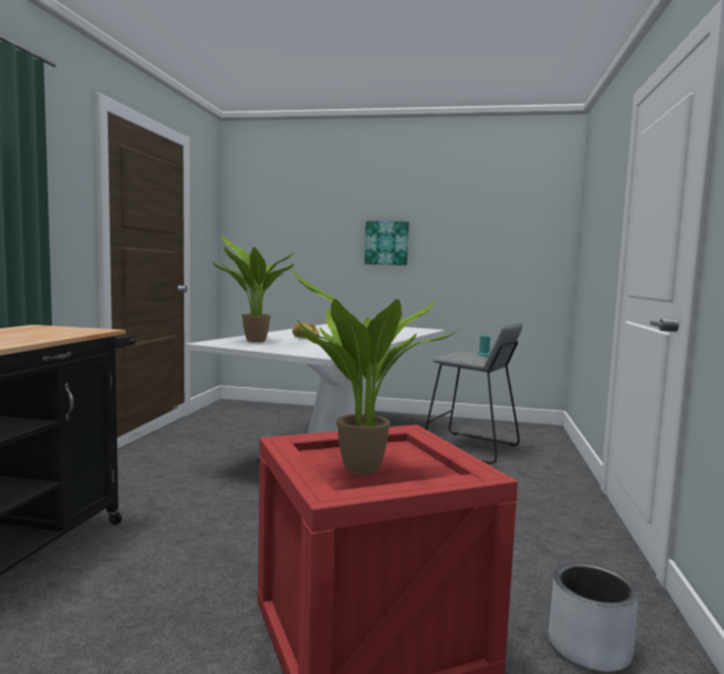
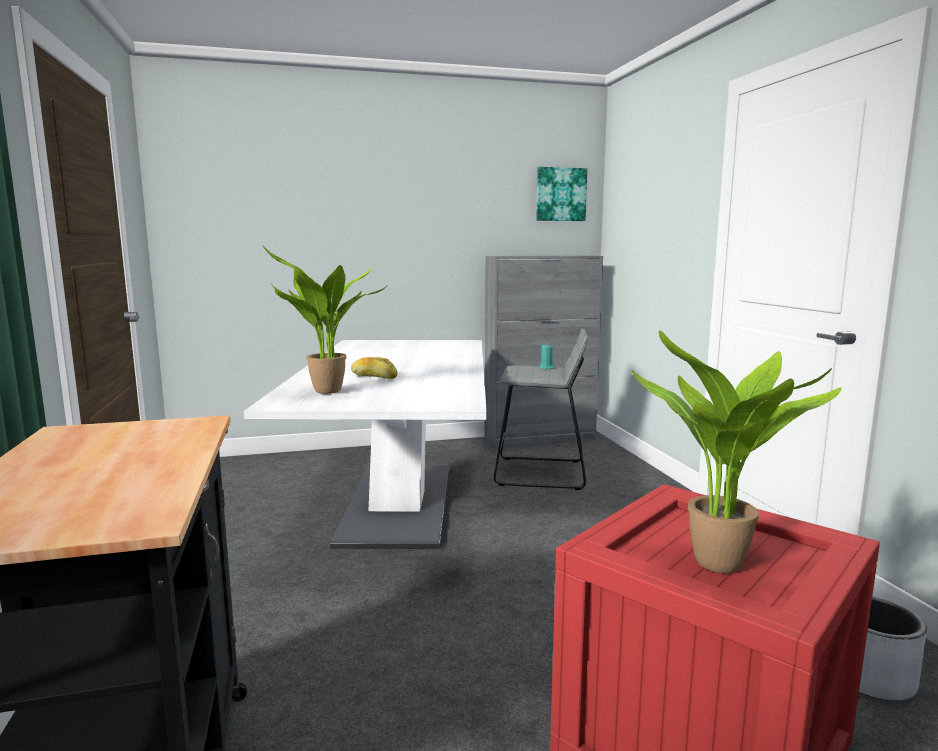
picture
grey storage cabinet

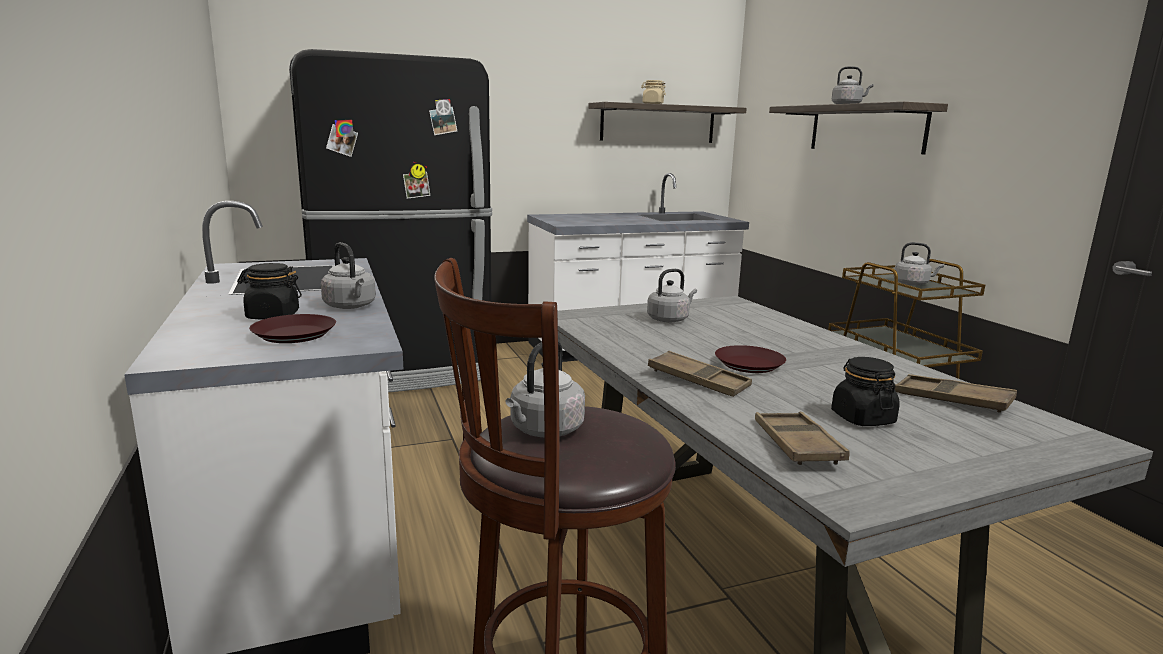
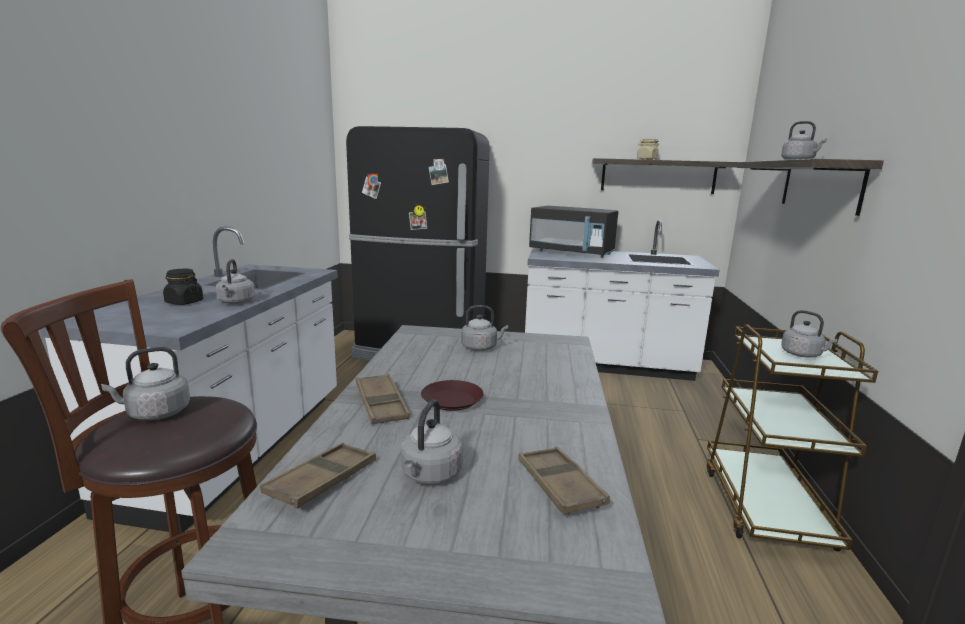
brown-coloured flat dish (1st from left in the first image)
grey tea kettle (3rd from left)
black-coloured microwave oven

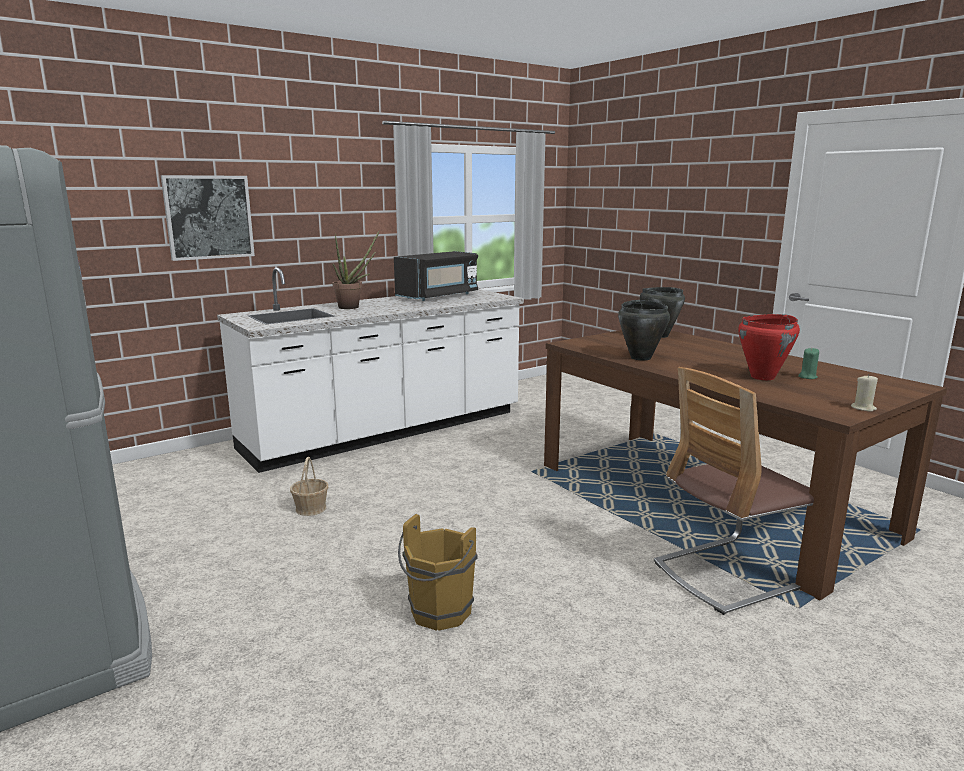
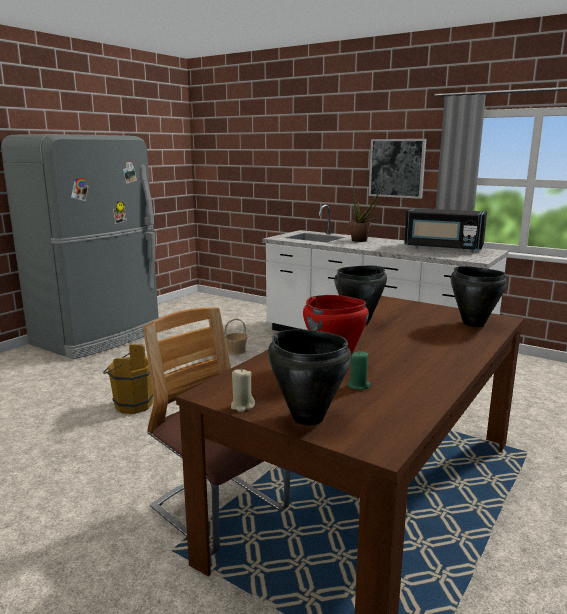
picture
black-coloured cooking pot (1st from left)

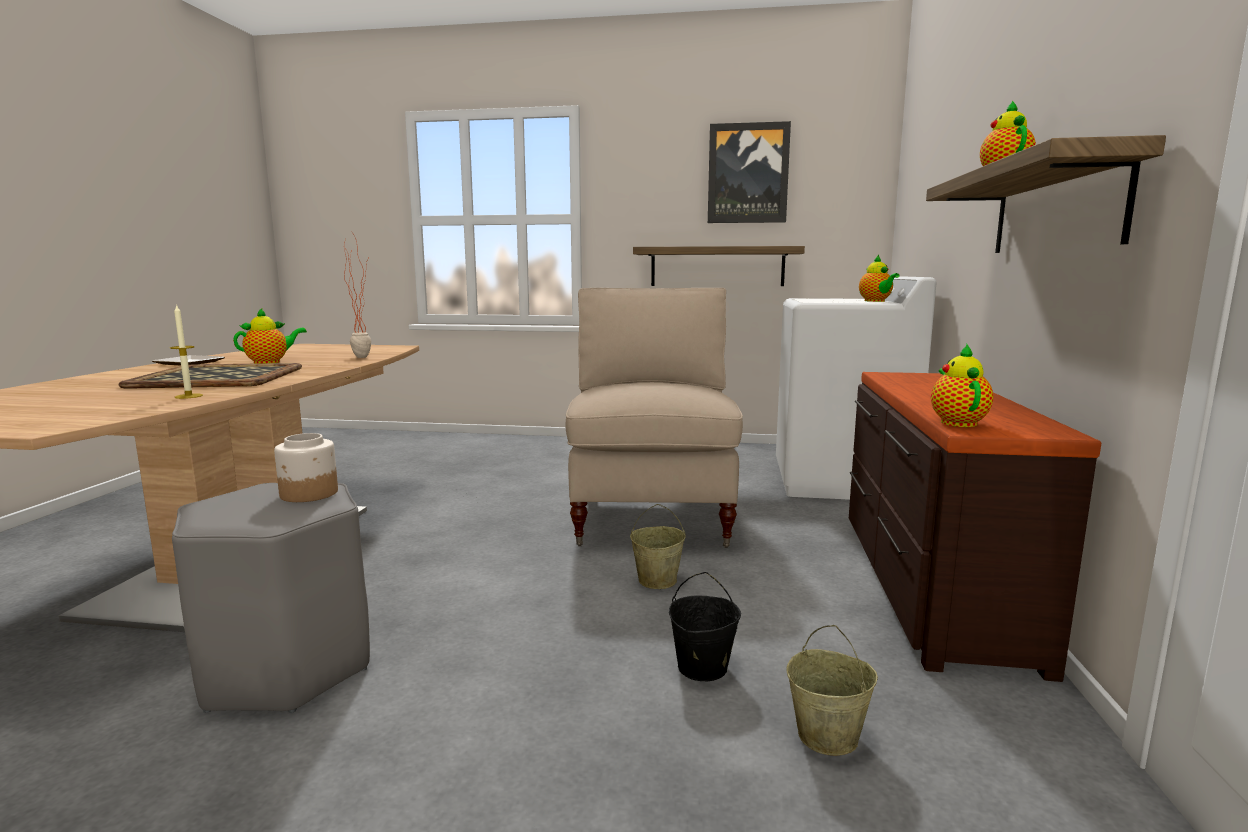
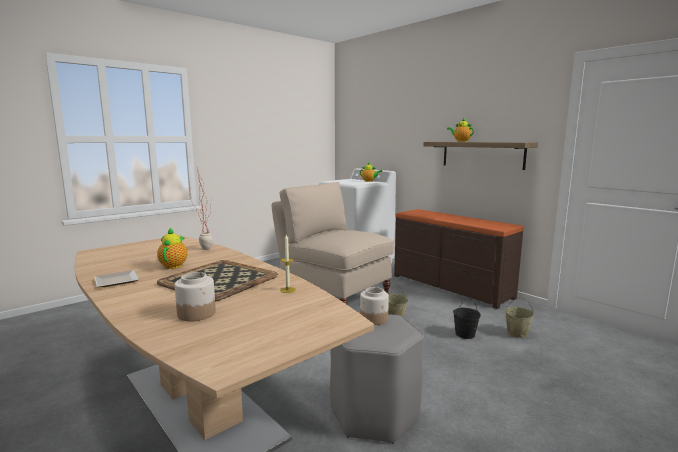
picture
shelf (1st from left in the first image)
tea pot (3rd from left in the first image)
preserve jar (1st from left)

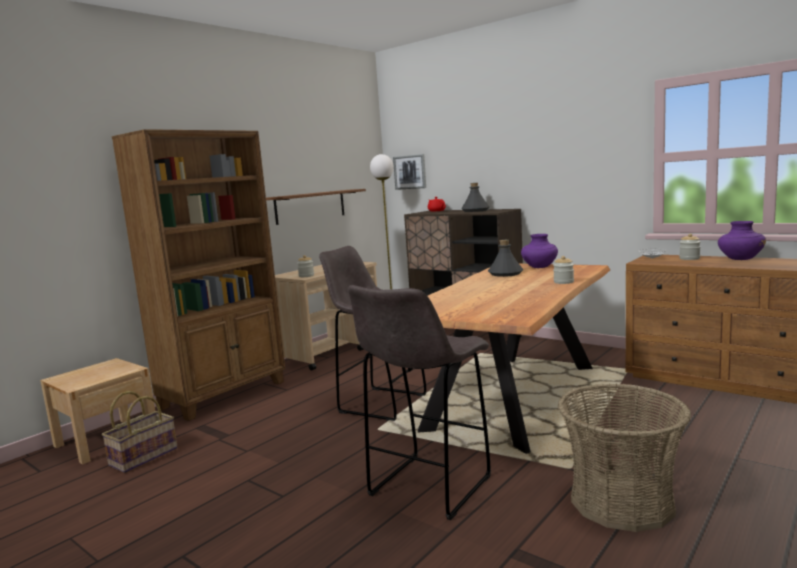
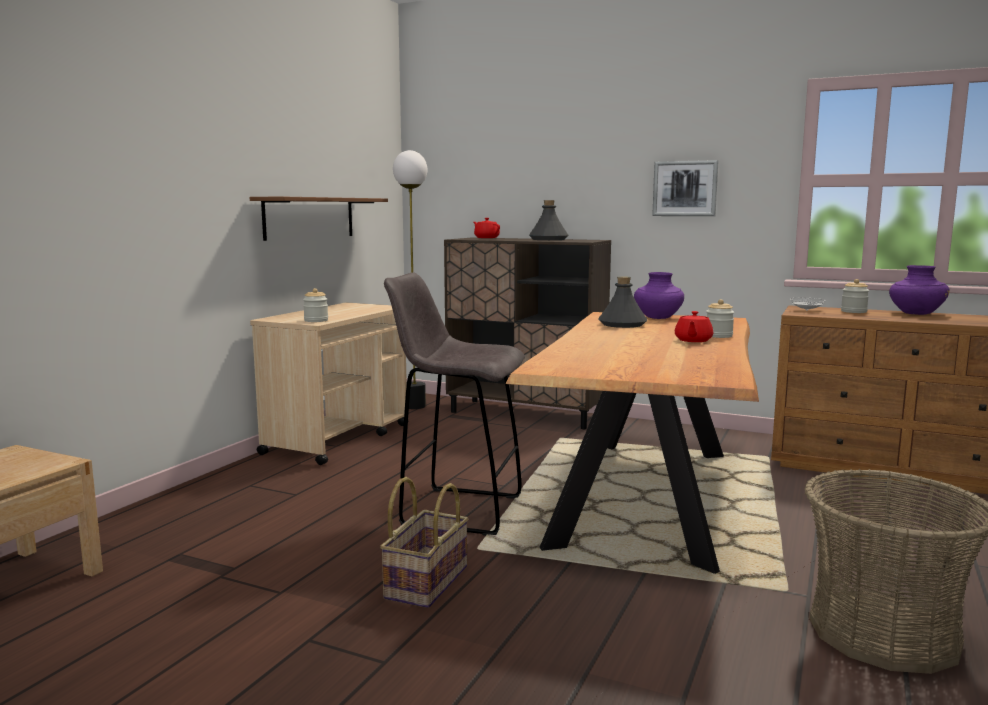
brown-coloured bookcase
picture
grey sitting stool (2nd from left in the first image)
household basket (1st from left)
reddish tea pot (2nd from left)

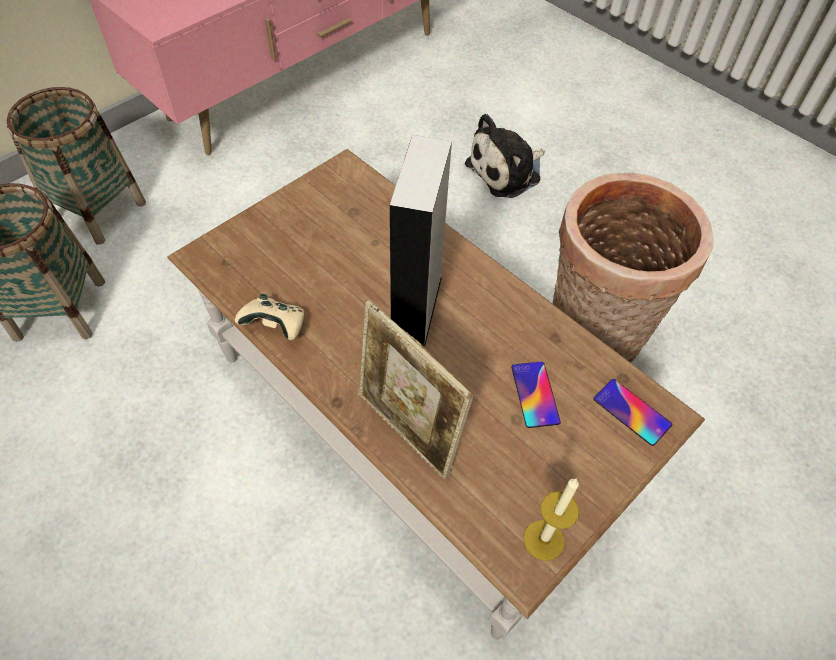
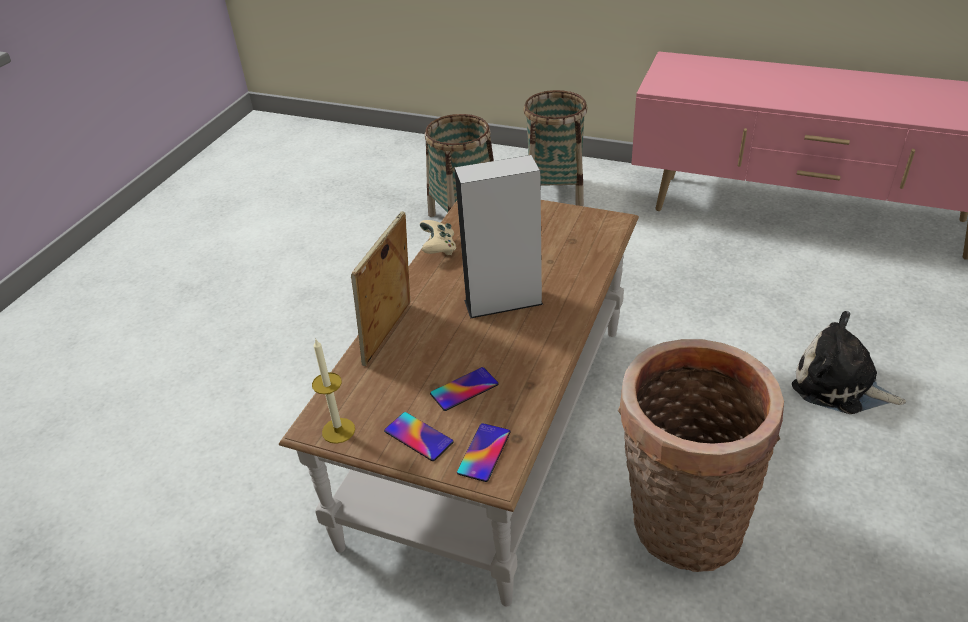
phone (1st from left)

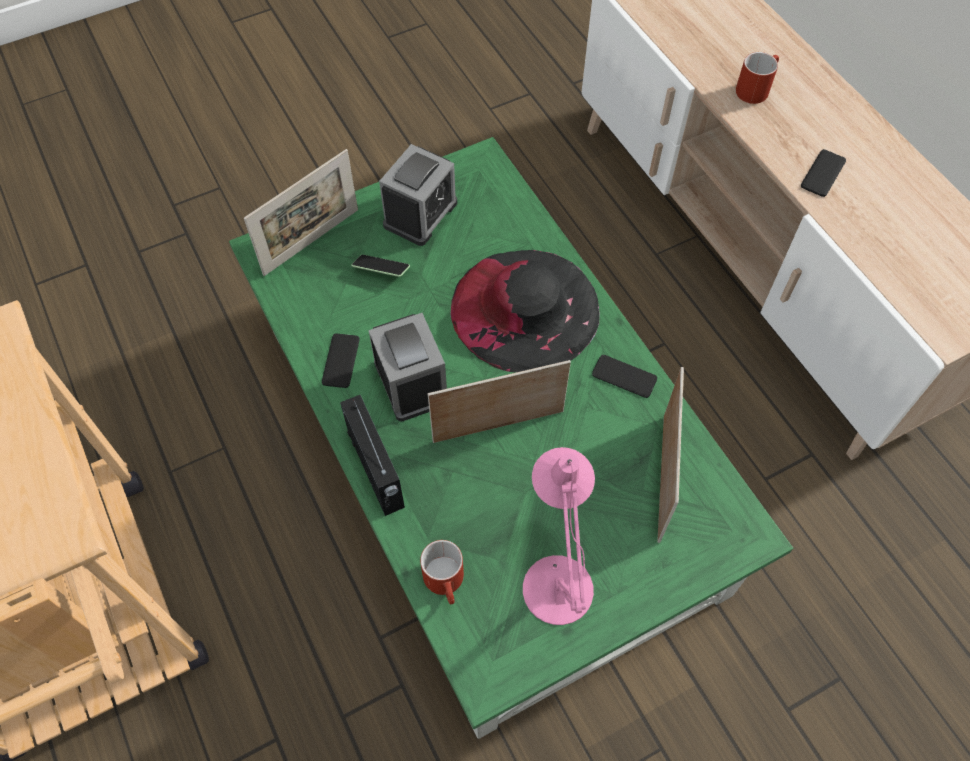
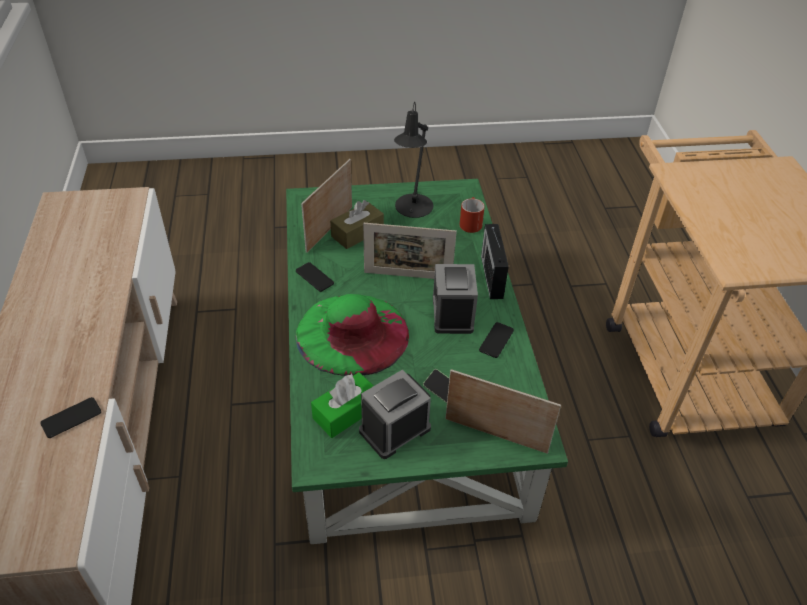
reddish tea mug (2nd from left in the first image)
picture frame (3rd from left)
phone (1st from left)
green-coloured wearable hat
black-coloured table lamp
brown-coloured tissue box
green-coloured tissue box

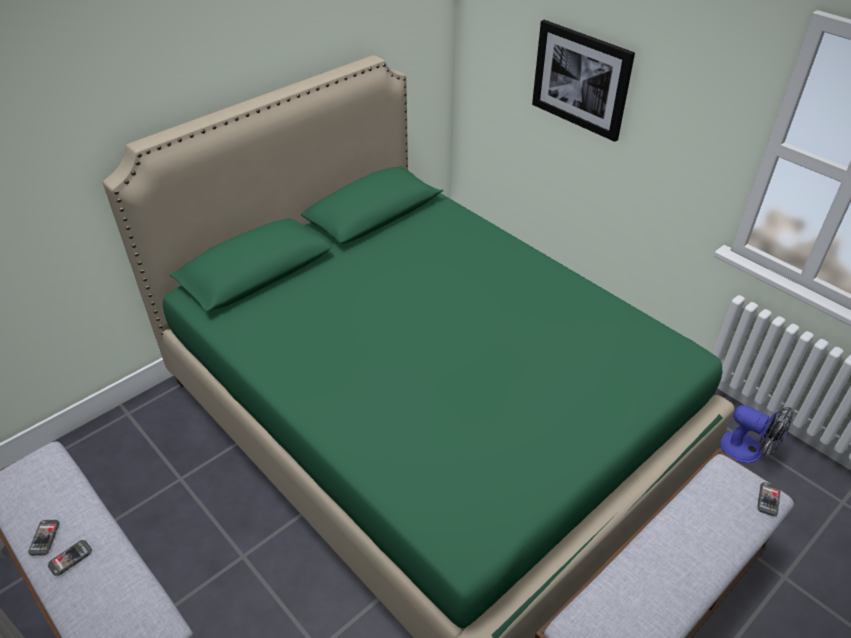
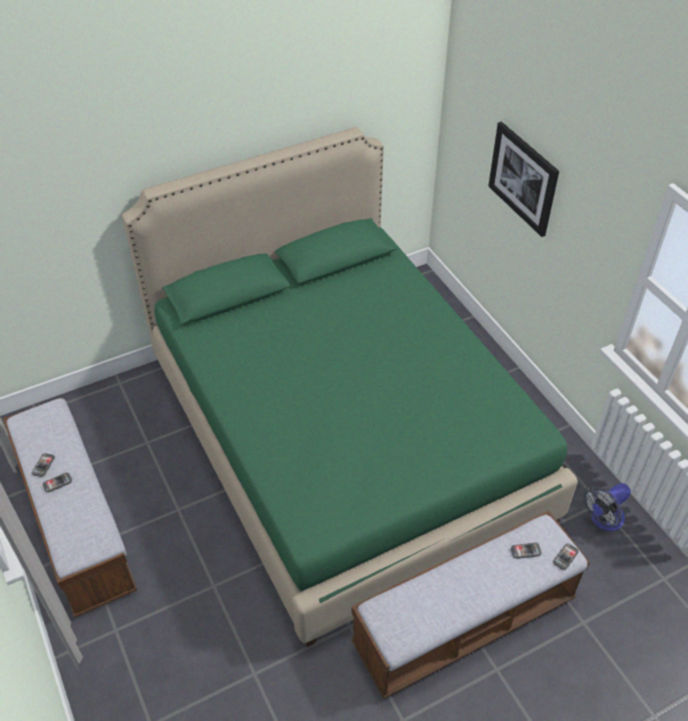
fan
phone (3rd from left)

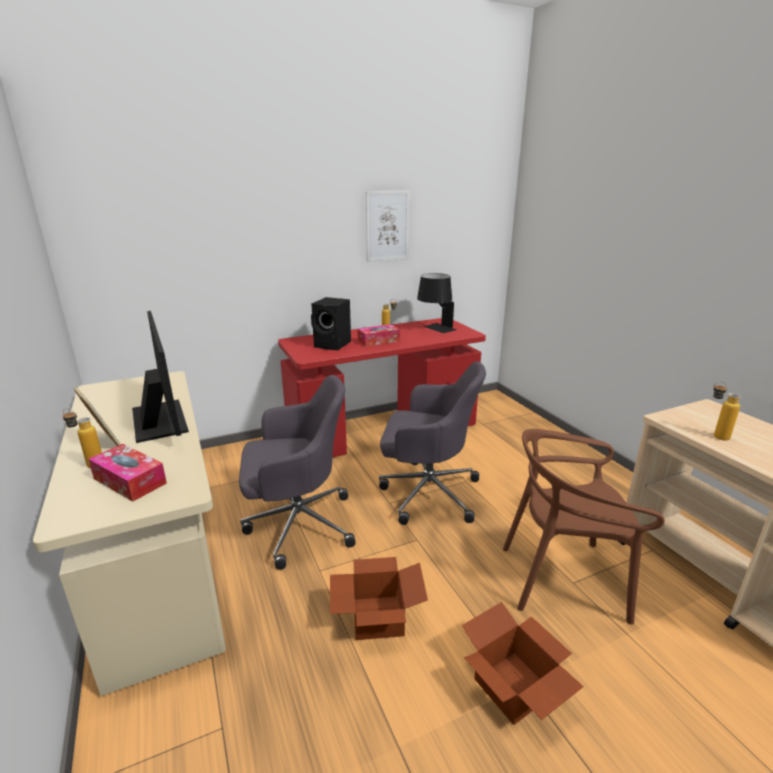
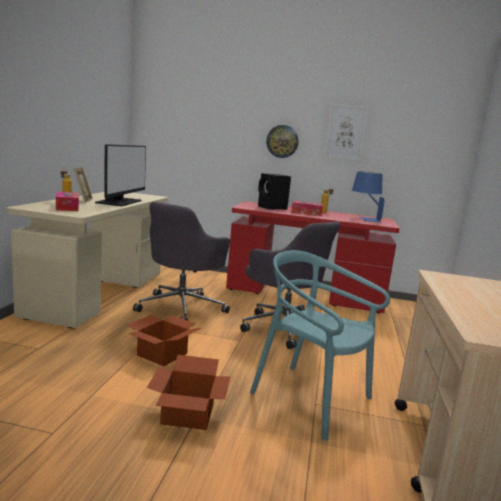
blue table lamp
grey computer chair (1st from left)
drink bottle (3rd from left in the first image)
blue-green plain chair
clock on the wall

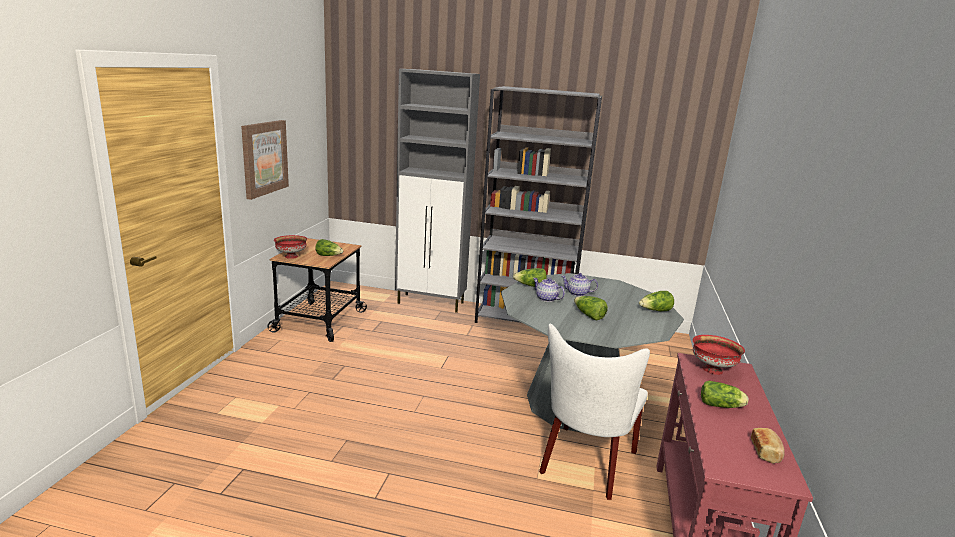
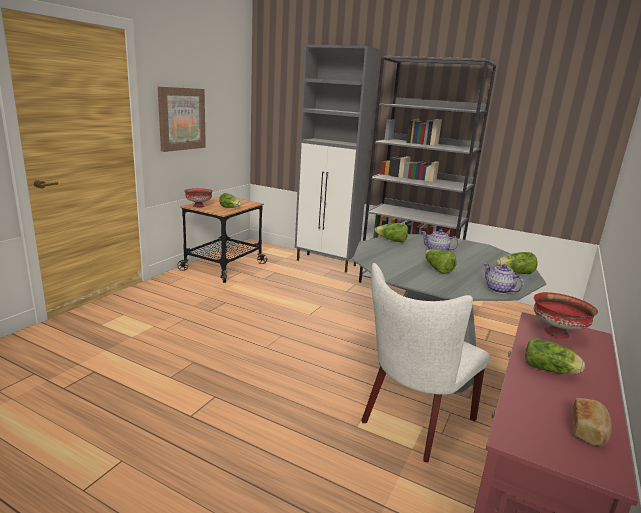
tea pot (2nd from left)

